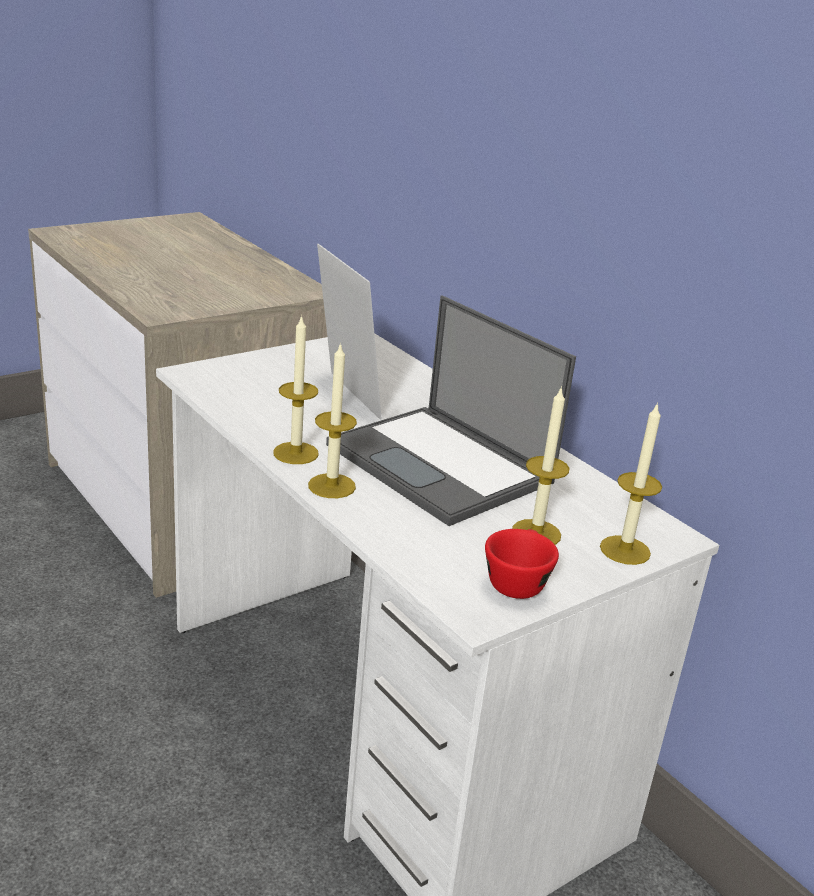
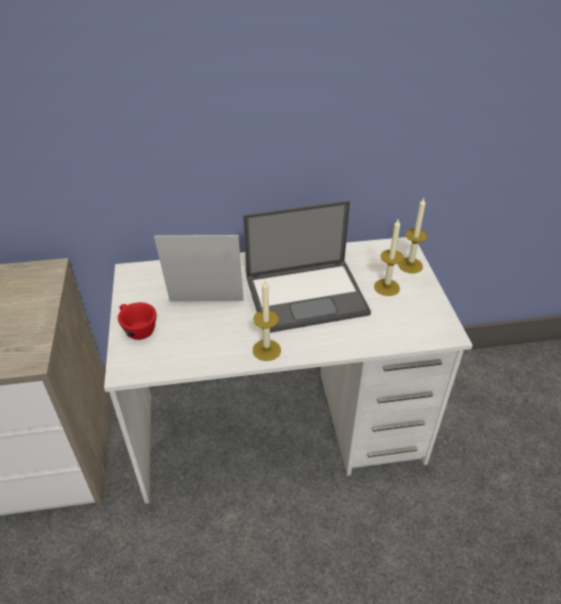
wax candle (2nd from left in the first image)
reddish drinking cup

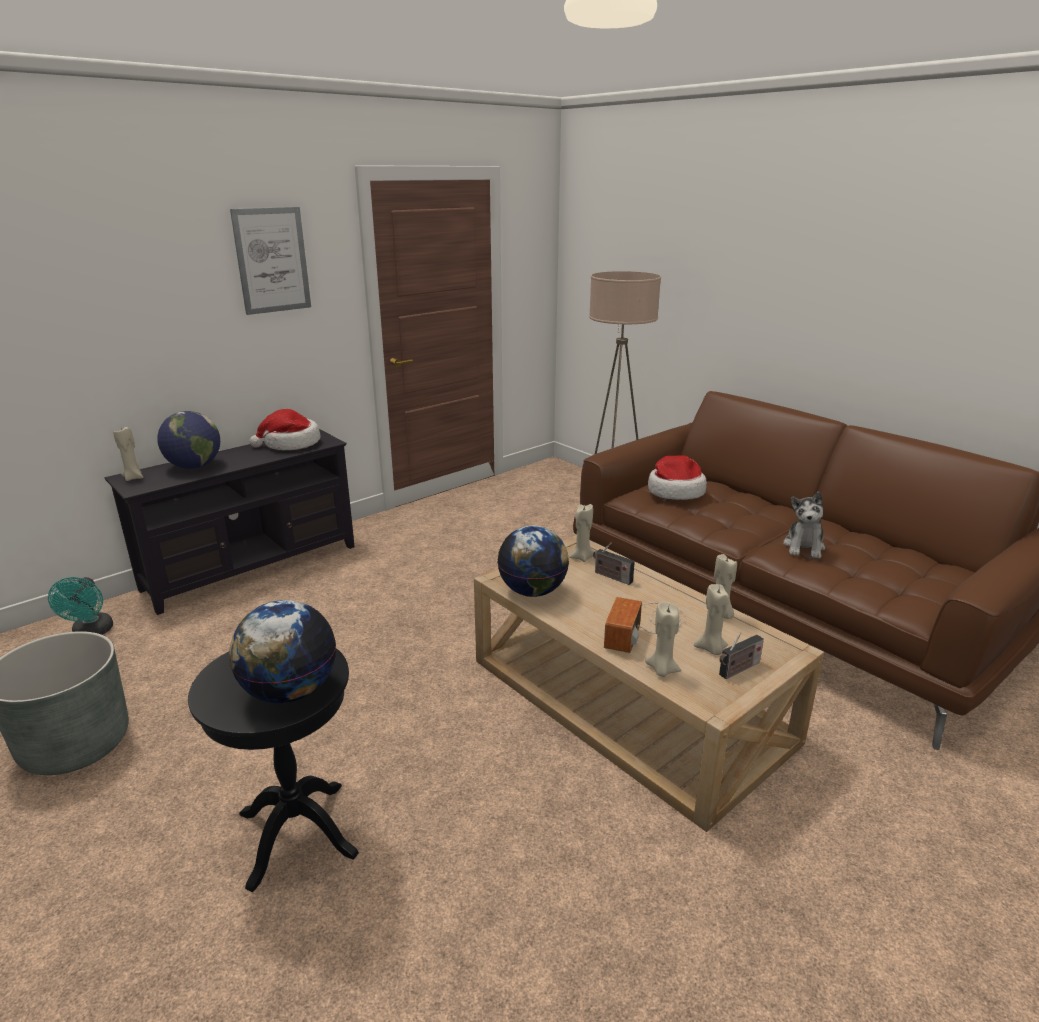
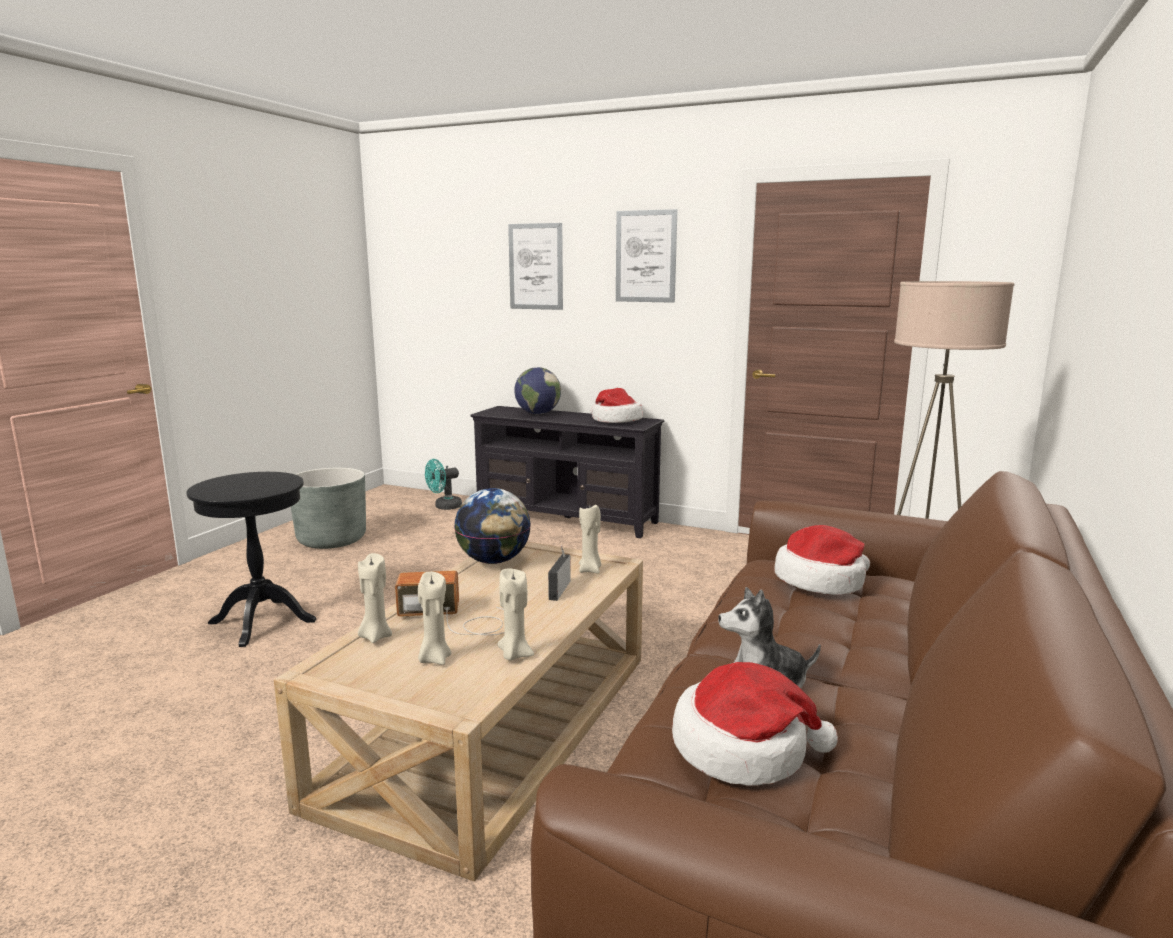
beige wax candle (1st from left in the first image)
desk globe (2nd from left in the first image)
radio (3rd from left in the first image)
picture (1st from left)
wearable hat (2nd from left)

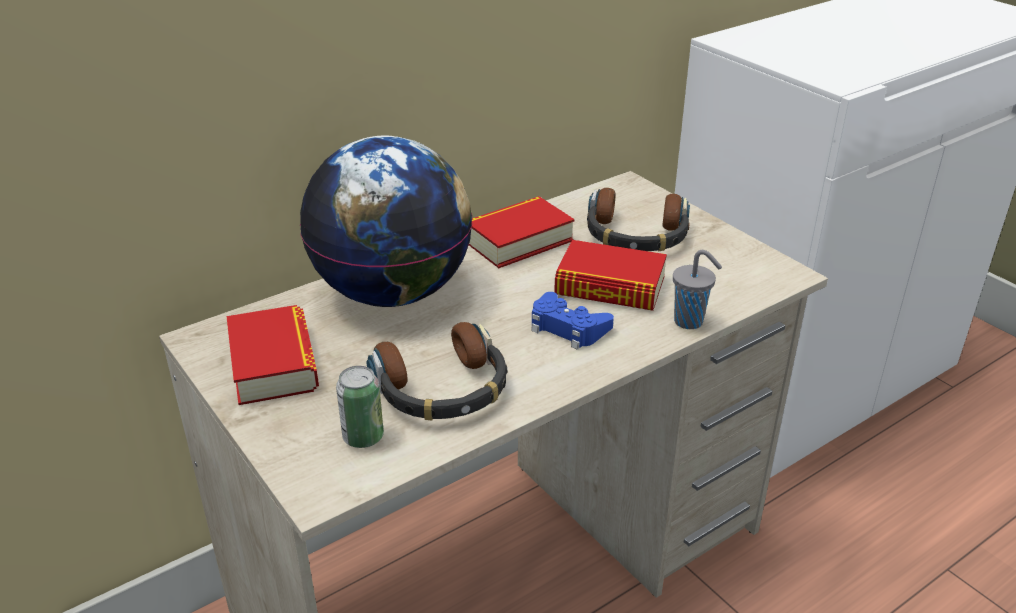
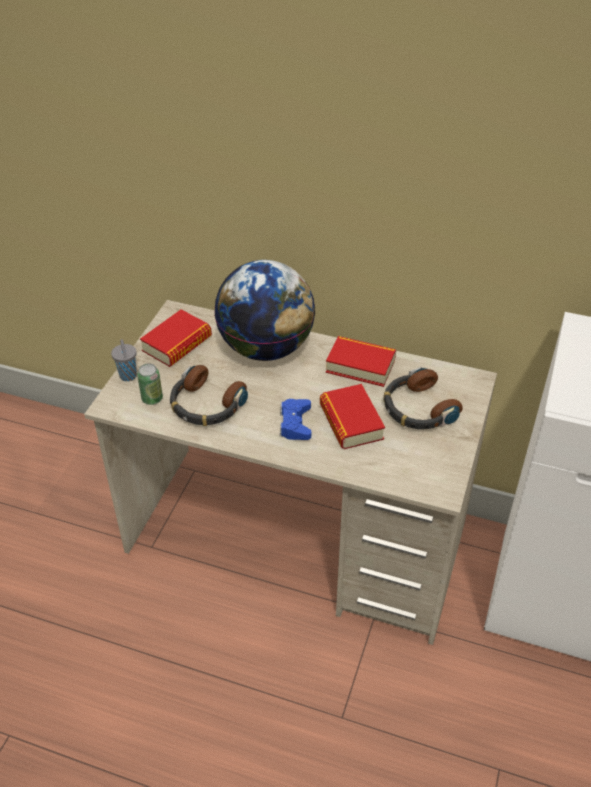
grey drinking cup

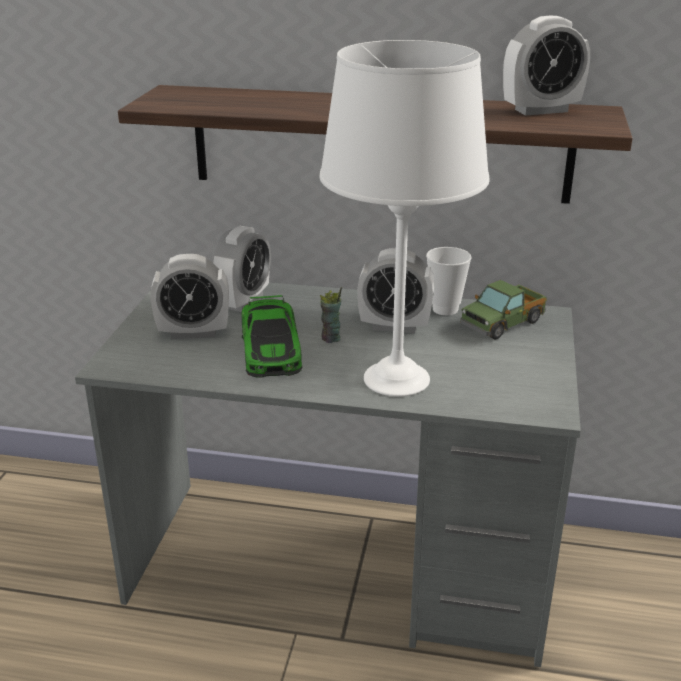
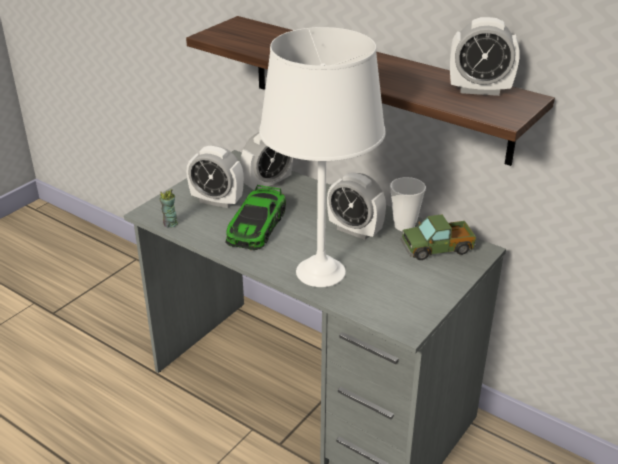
drinking cup (1st from left)

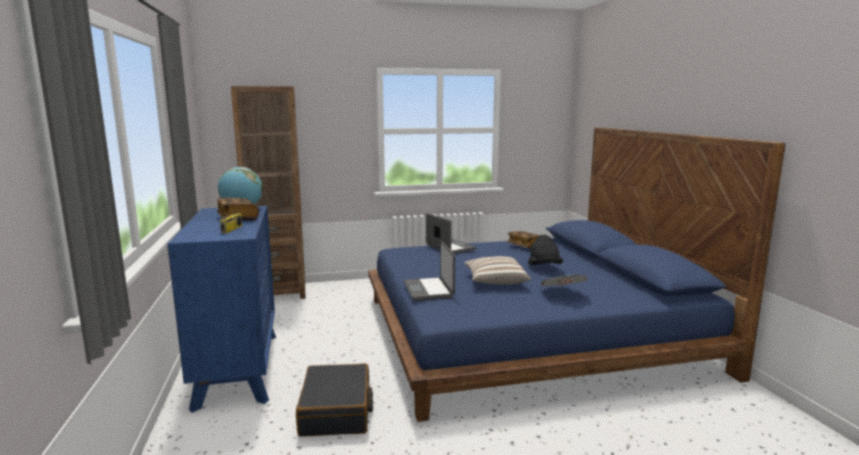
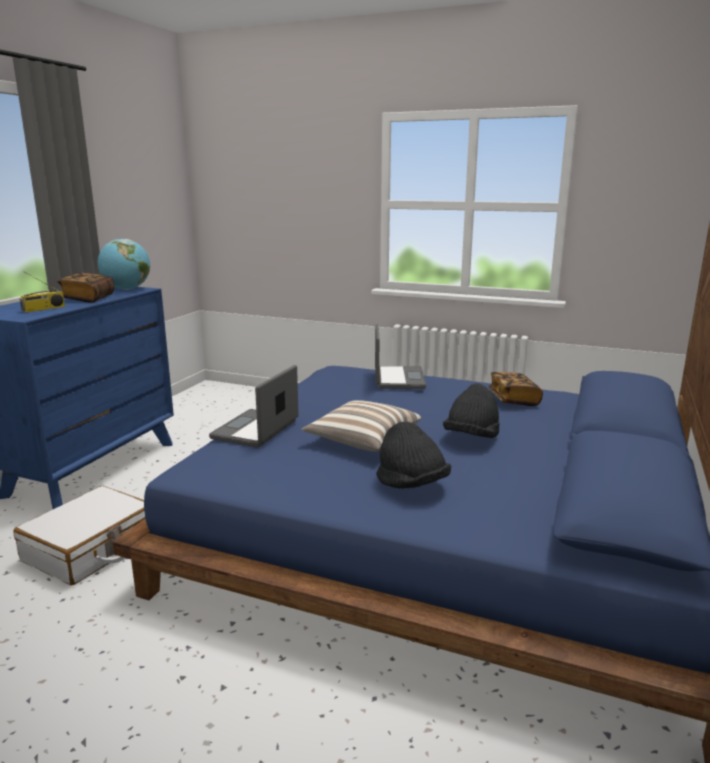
brown-coloured bookcase
black-coloured wearable hat (1st from left)
white-coloured suitcase

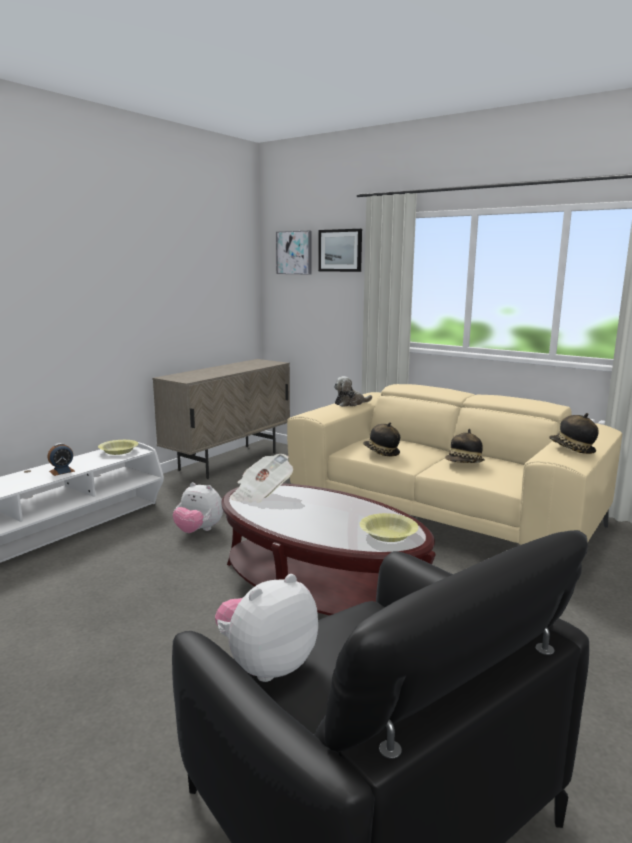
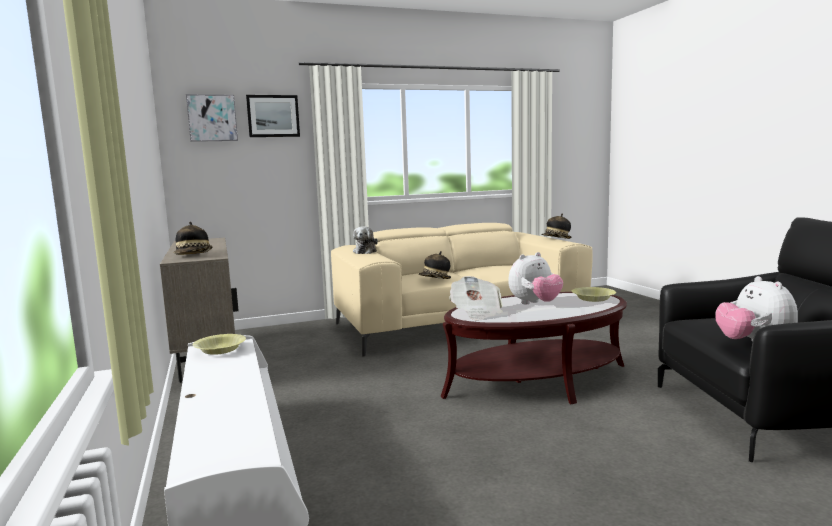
wearable hat (1st from left)
table clock
soft toy (2nd from left)

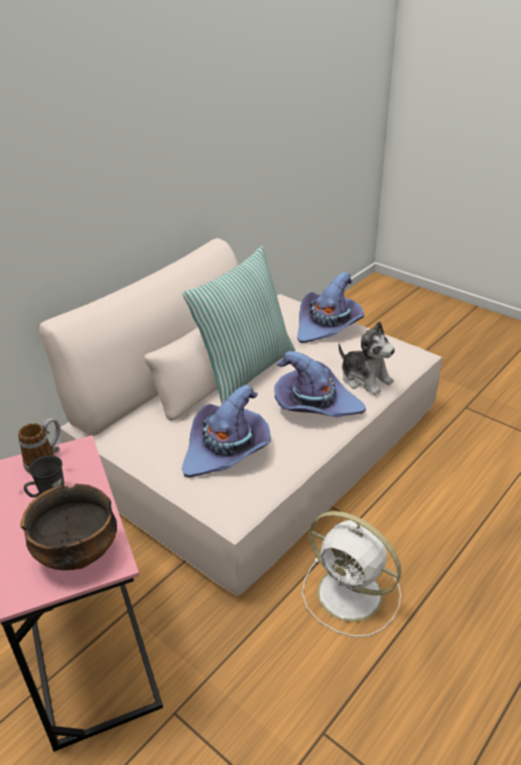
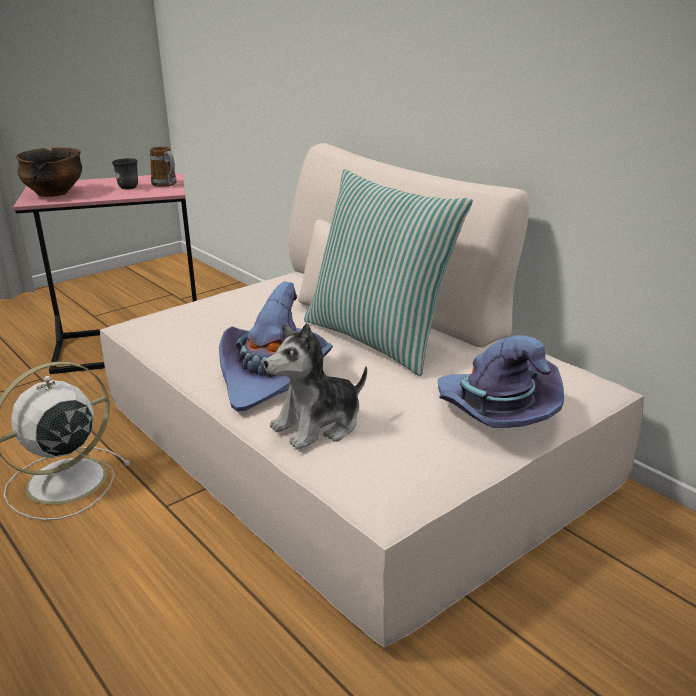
purplish wearable hat (1st from left in the first image)

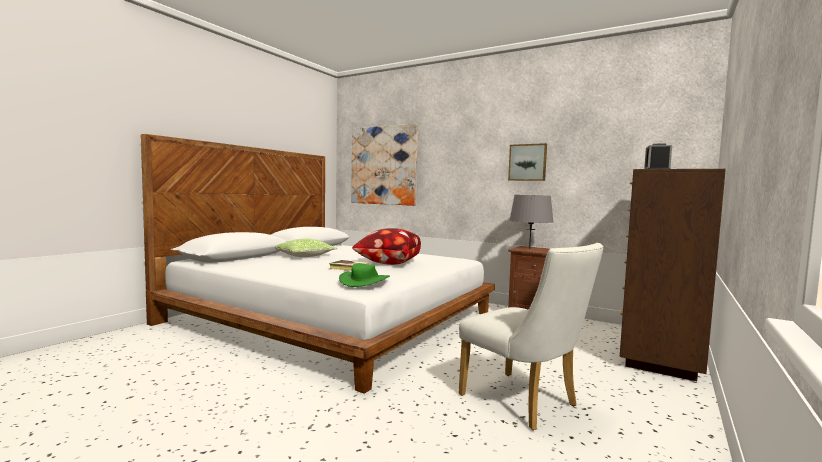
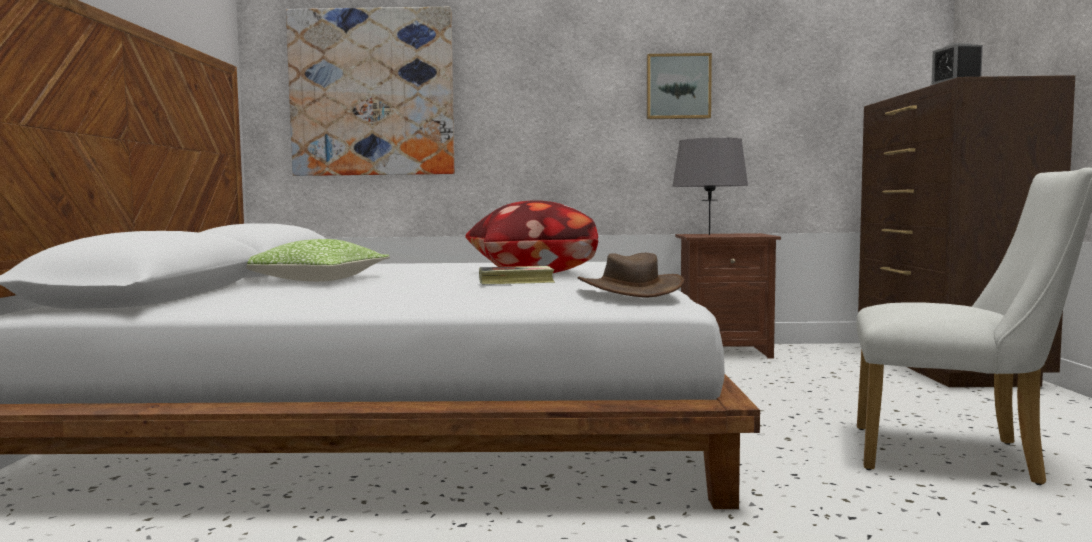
brown-coloured wearable hat

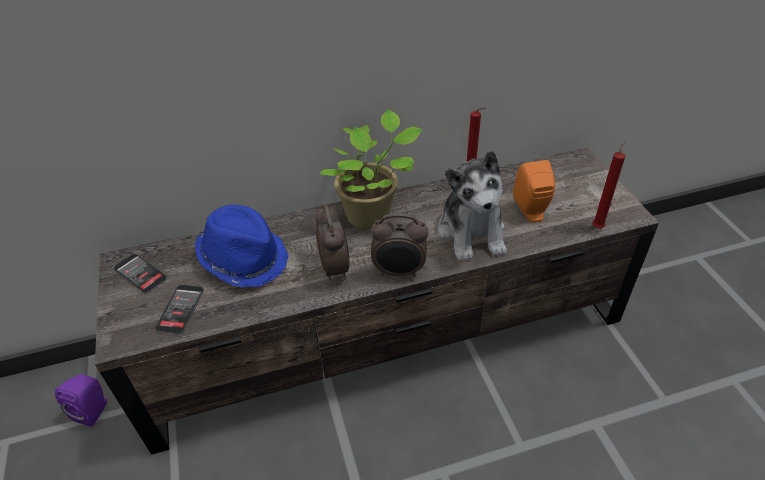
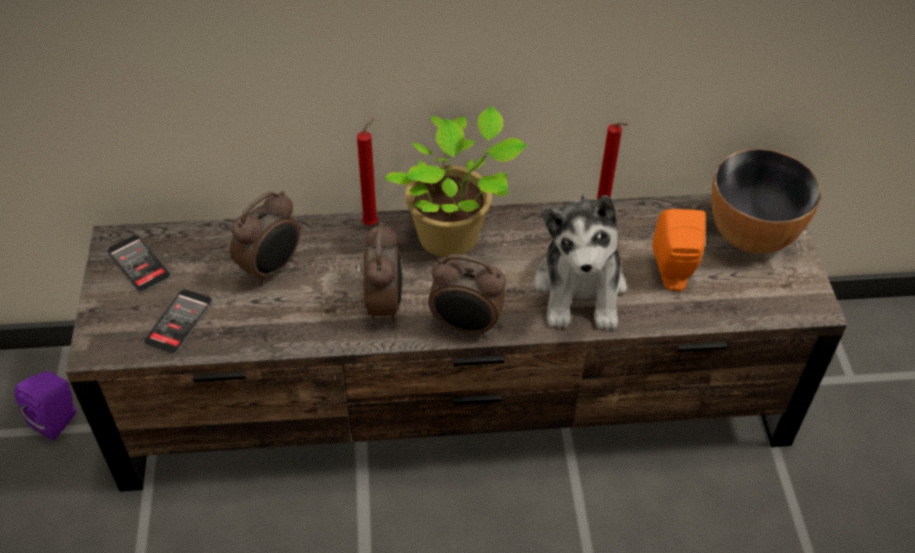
reddish wax candle (1st from left)
table clock (1st from left)
bowl

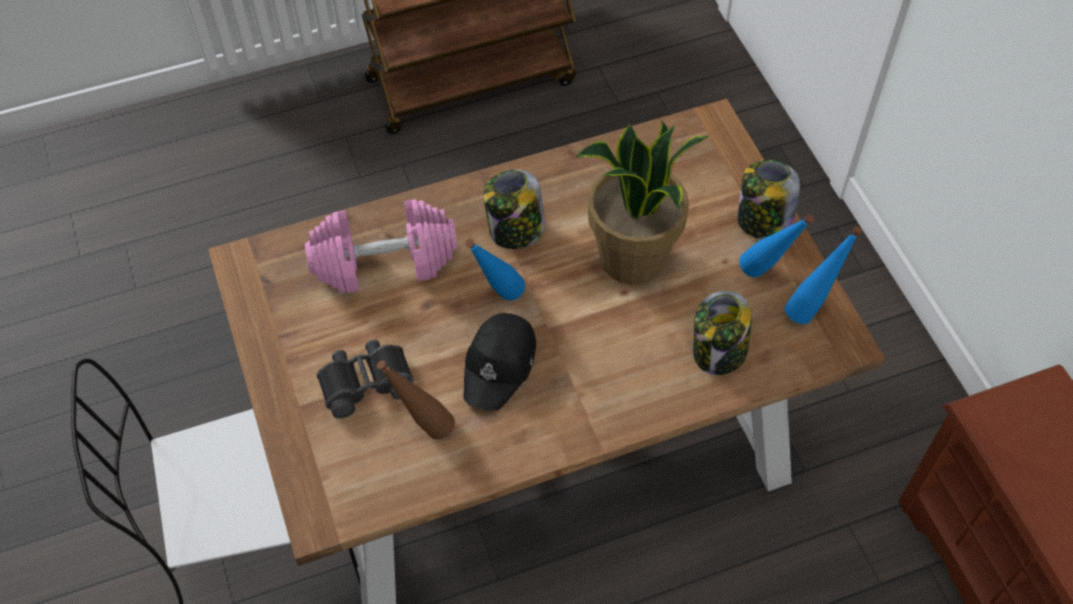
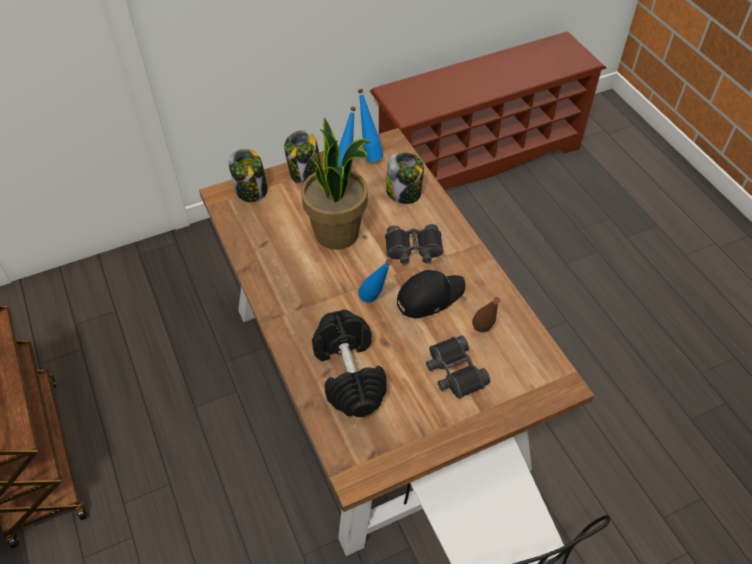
preserve jar (1st from left)
black-coloured free weight
black-coloured cap
black-coloured binoculars (1st from left)

